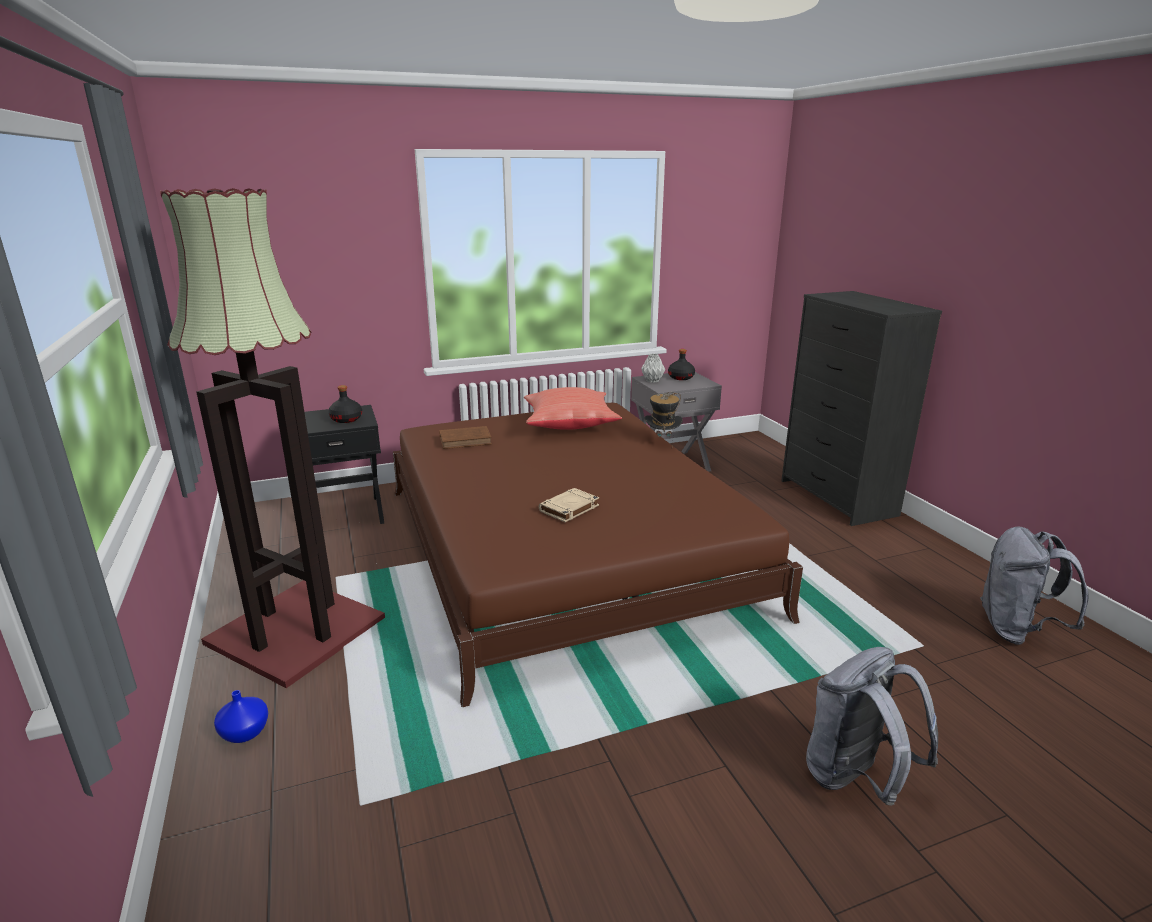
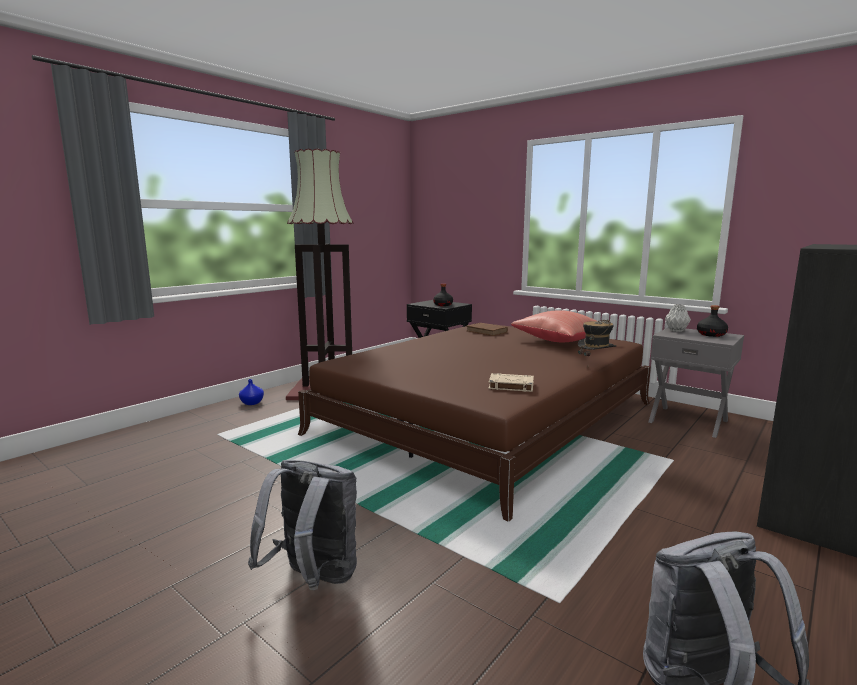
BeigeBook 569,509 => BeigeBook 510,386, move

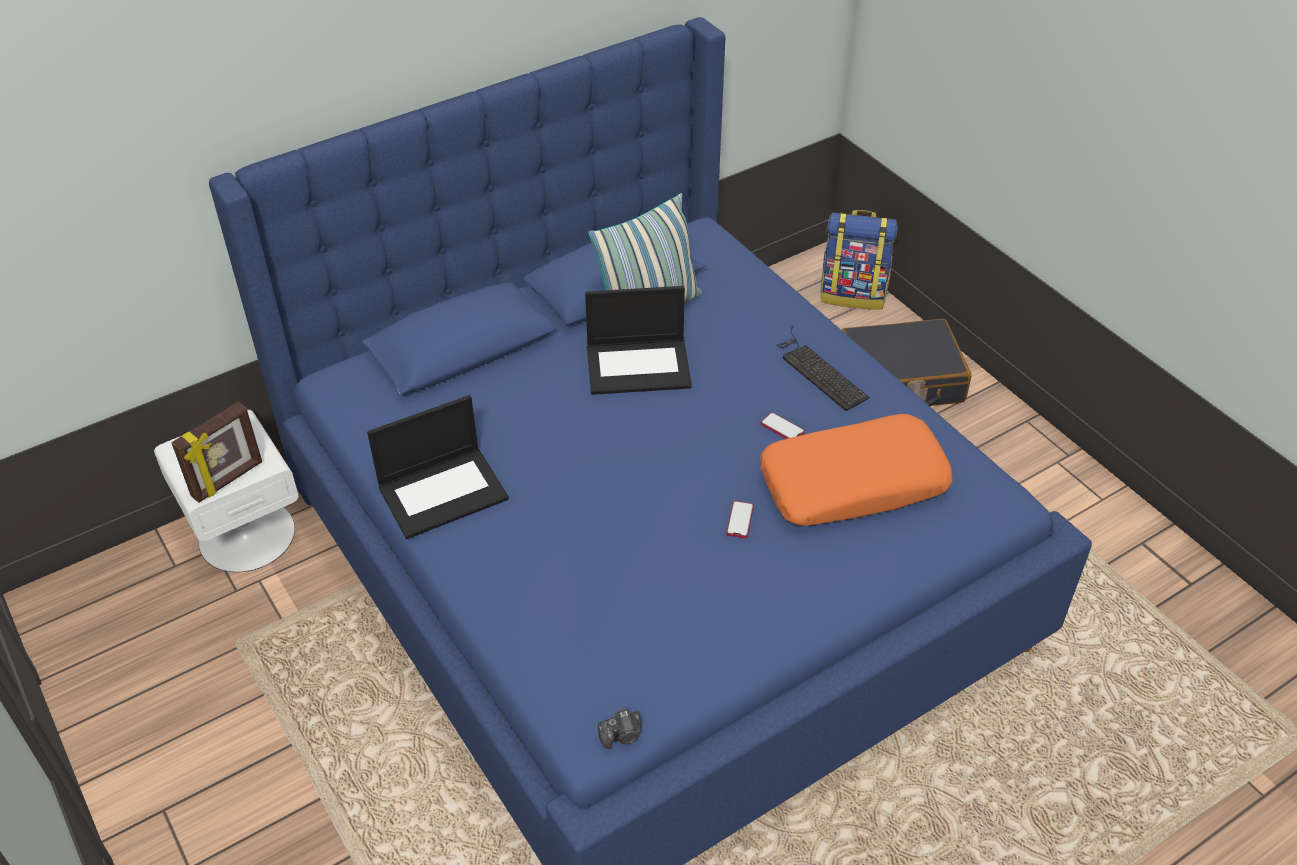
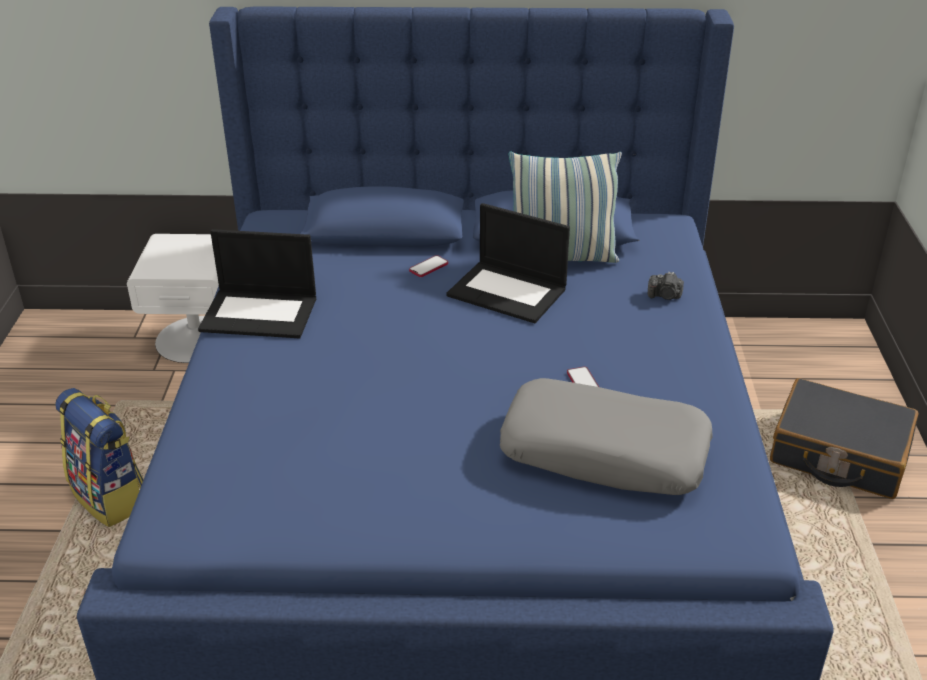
Backpack 853,294 => Backpack 111,497, move
Keyboard 818,370 => nothing
PictureFrame 228,480 => nothing
OrangePillow 853,483 => GreyPillow 604,452
Phone 740,520 => Phone 428,267, move
PhotoCamera 622,735 => PhotoCamera 665,296, move

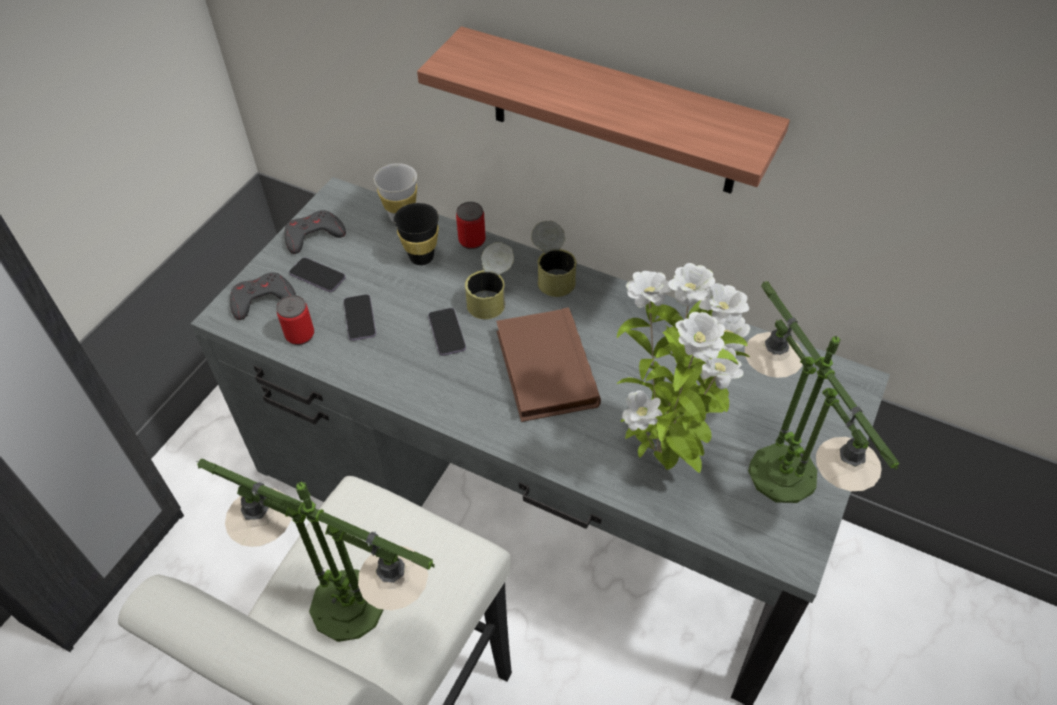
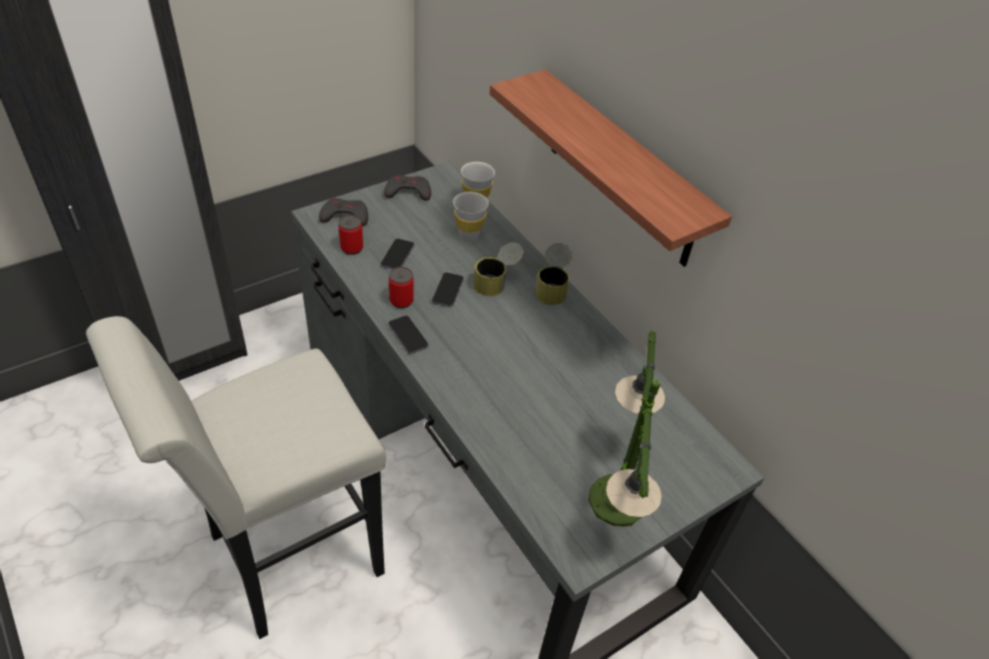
Can 472,240 => Can 401,301, move
BlackCup 421,257 => WhiteCup 469,236
Phone 317,276 => Phone 408,335, move
PottedPlant 662,457 => nothing
BrownBook 543,368 => nothing
TableLamp 346,605 => nothing

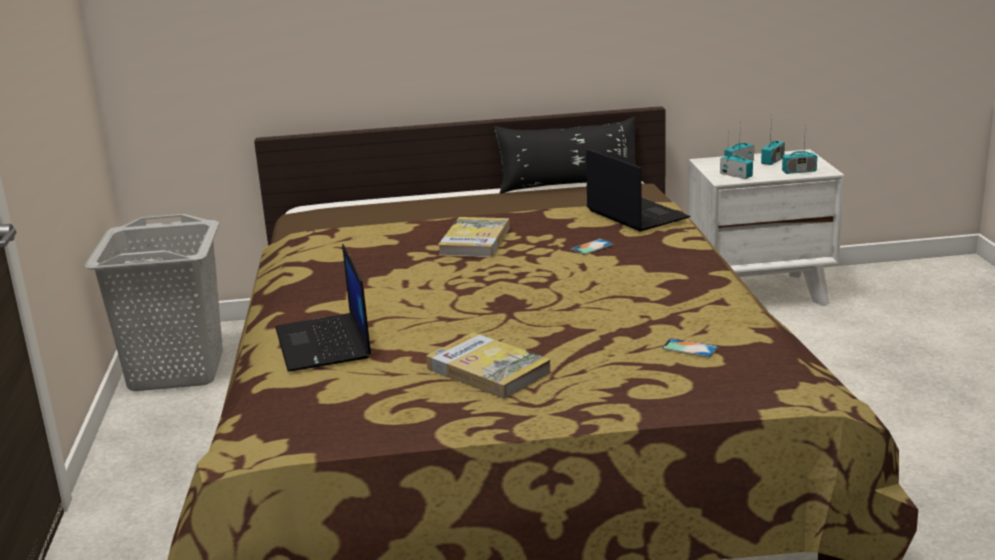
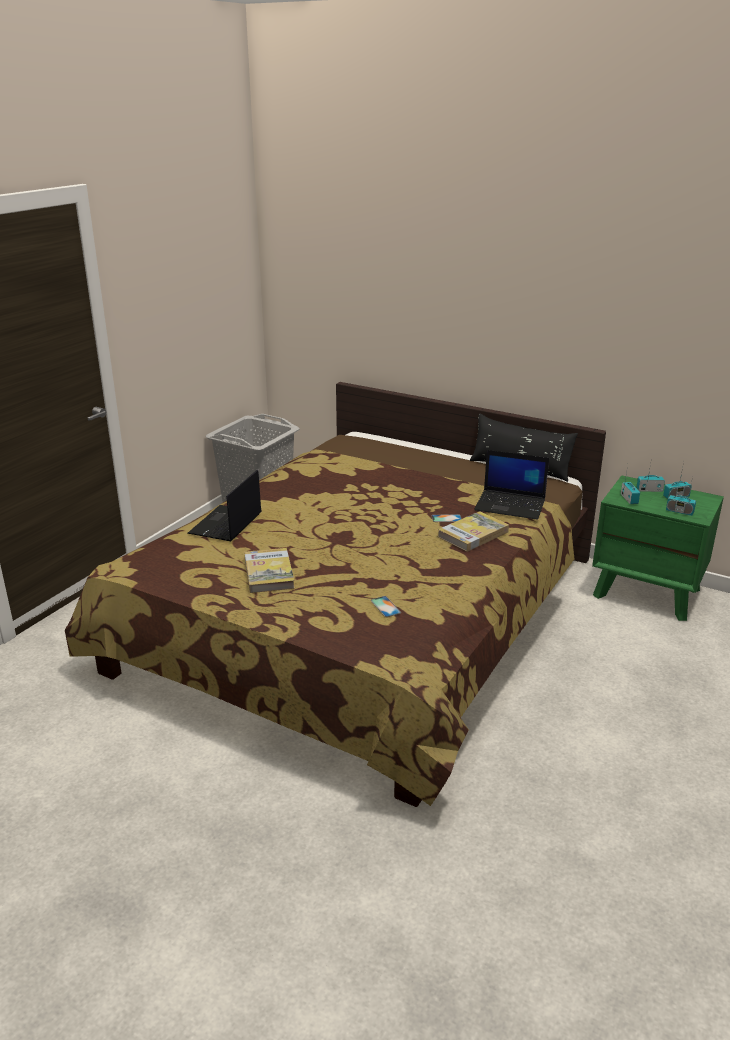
Laptop 635,214 => Laptop 511,505, 105 degrees clockwise
WhiteNightstand 760,293 => GreenNightstand 647,593
Book 475,241 => Book 473,534, move

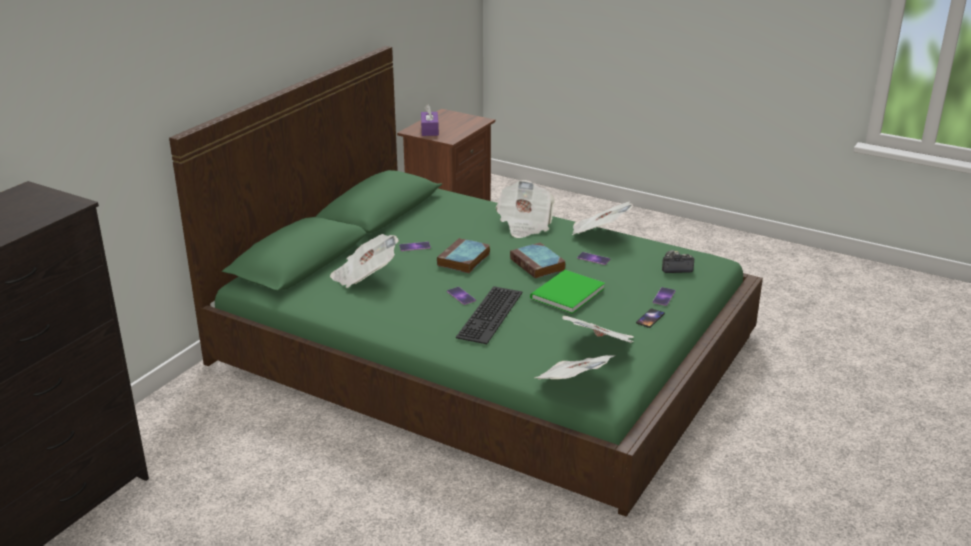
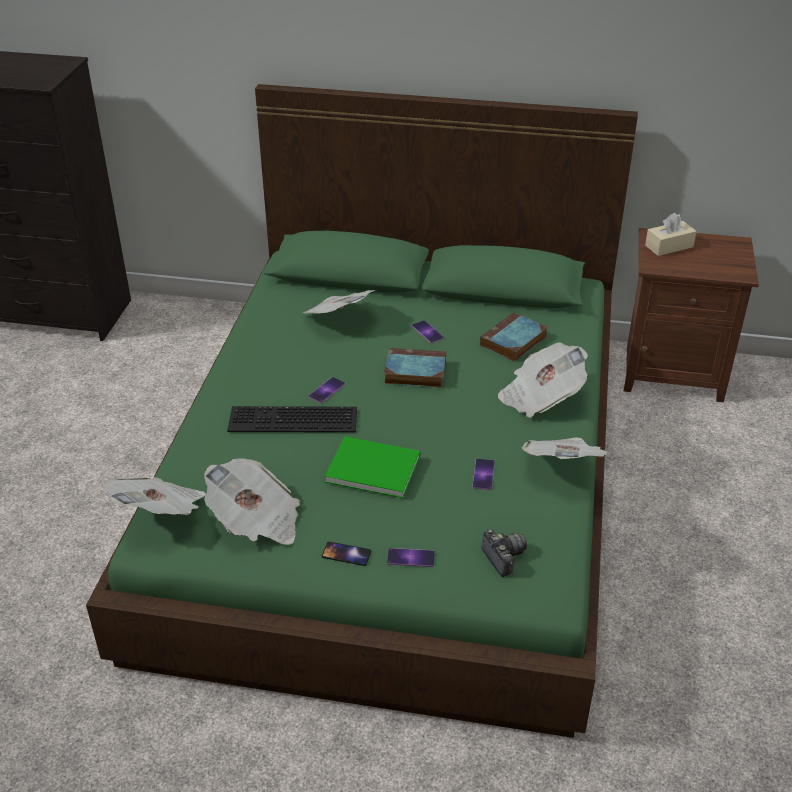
PurpleTissueBox 429,130 => BeigeTissueBox 669,246
Book 538,265 => Book 513,342, move

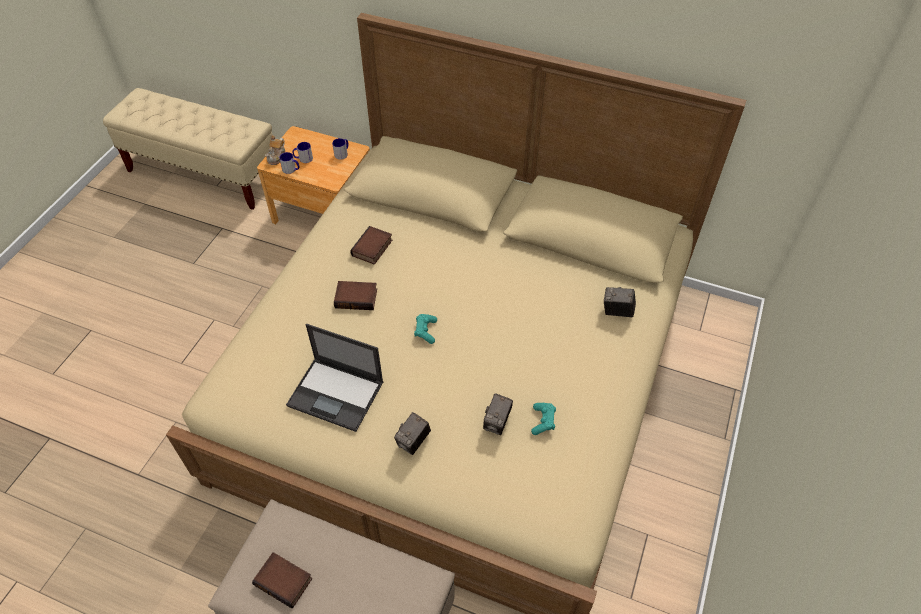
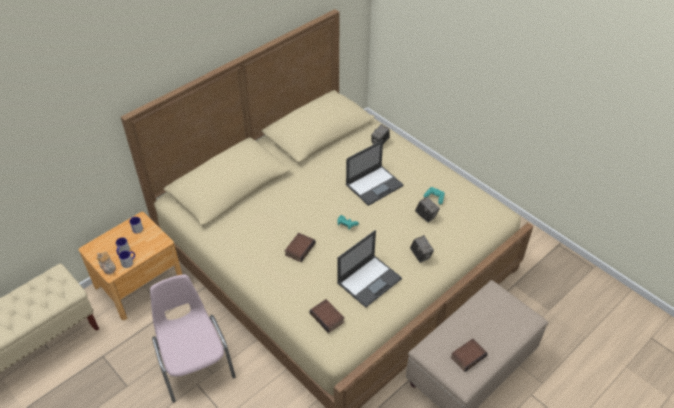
Book 372,249 => Book 328,317, move
nothing => Laptop 374,185
nothing => PinkChair 194,361

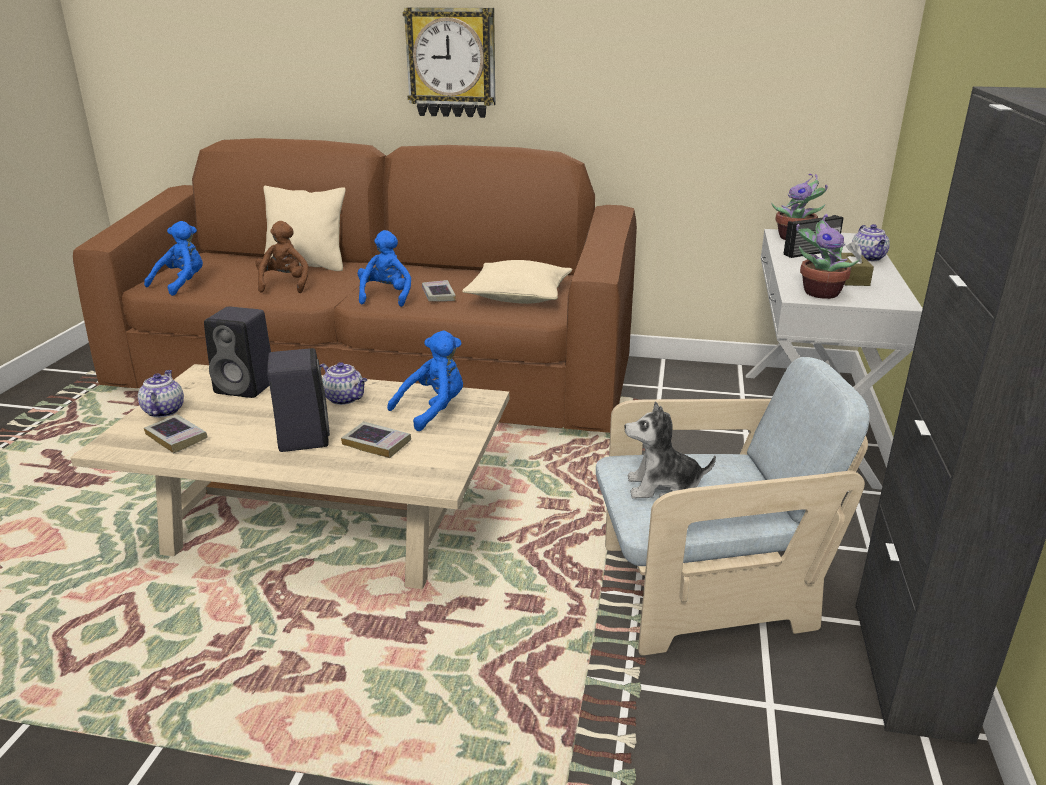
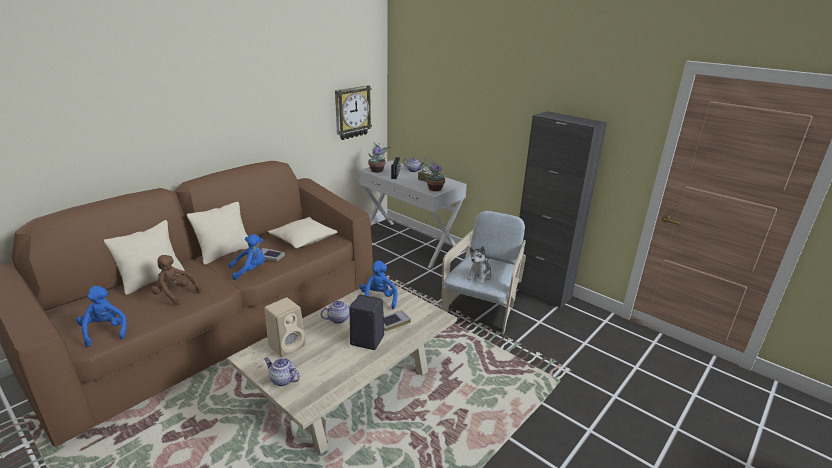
WallClock 451,63 => WallClock 352,112, move
BluePlushToy 386,296 => BluePlushToy 250,270, 120 degrees clockwise
BlackSpeaker 247,387 => BeigeSpeaker 287,345
Book 176,437 => nothing
nothing => BeigePillow 225,253

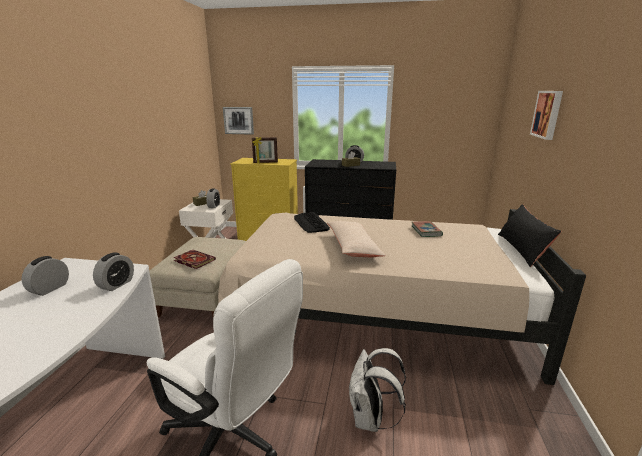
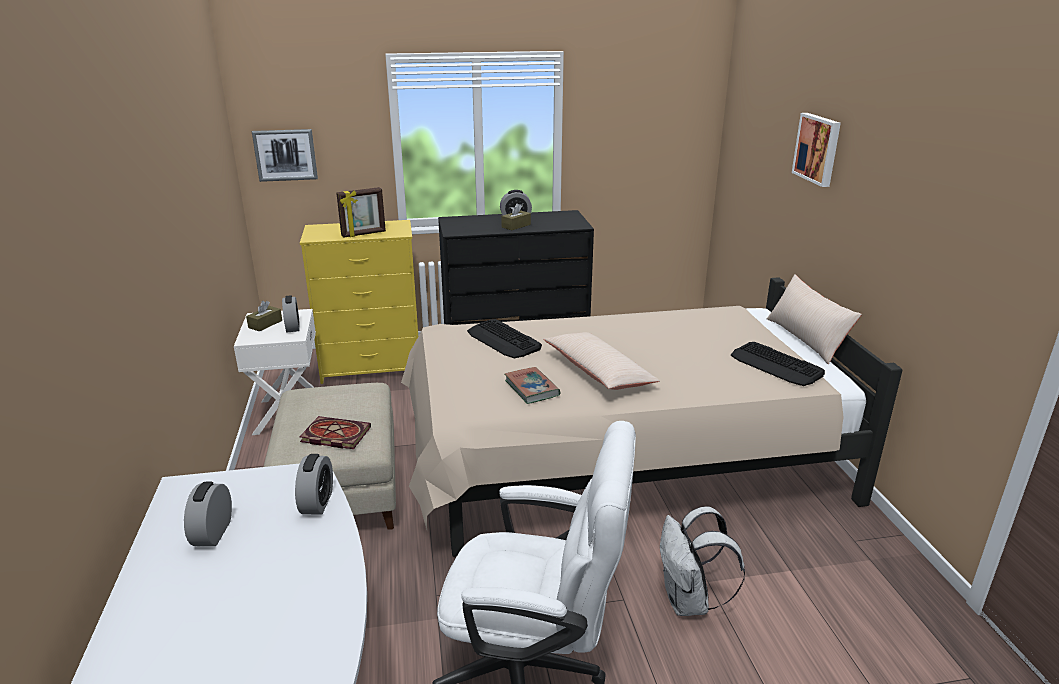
BlackPillow 522,249 => BeigePillow 806,339
Book 426,231 => Book 531,388, move
nothing => Keyboard 776,365

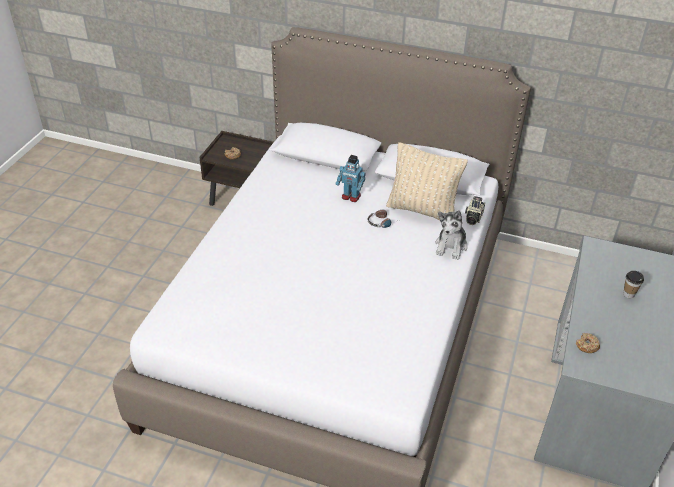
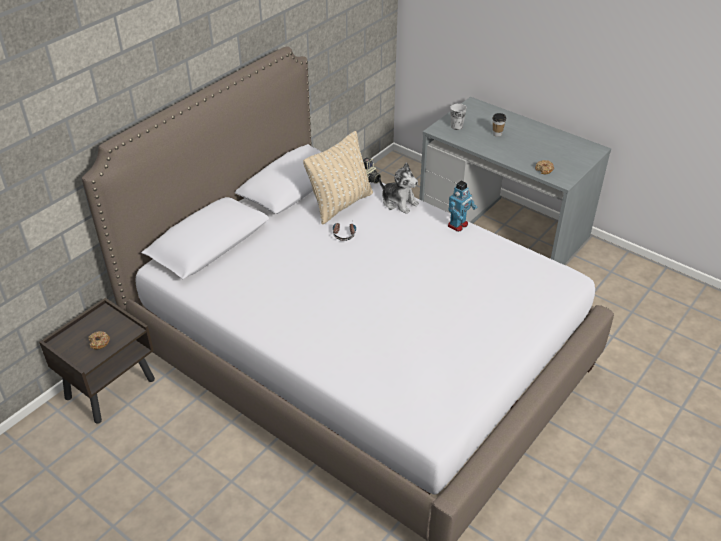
ToyRobot 351,197 => ToyRobot 458,225, move
nothing => Cup 456,126

